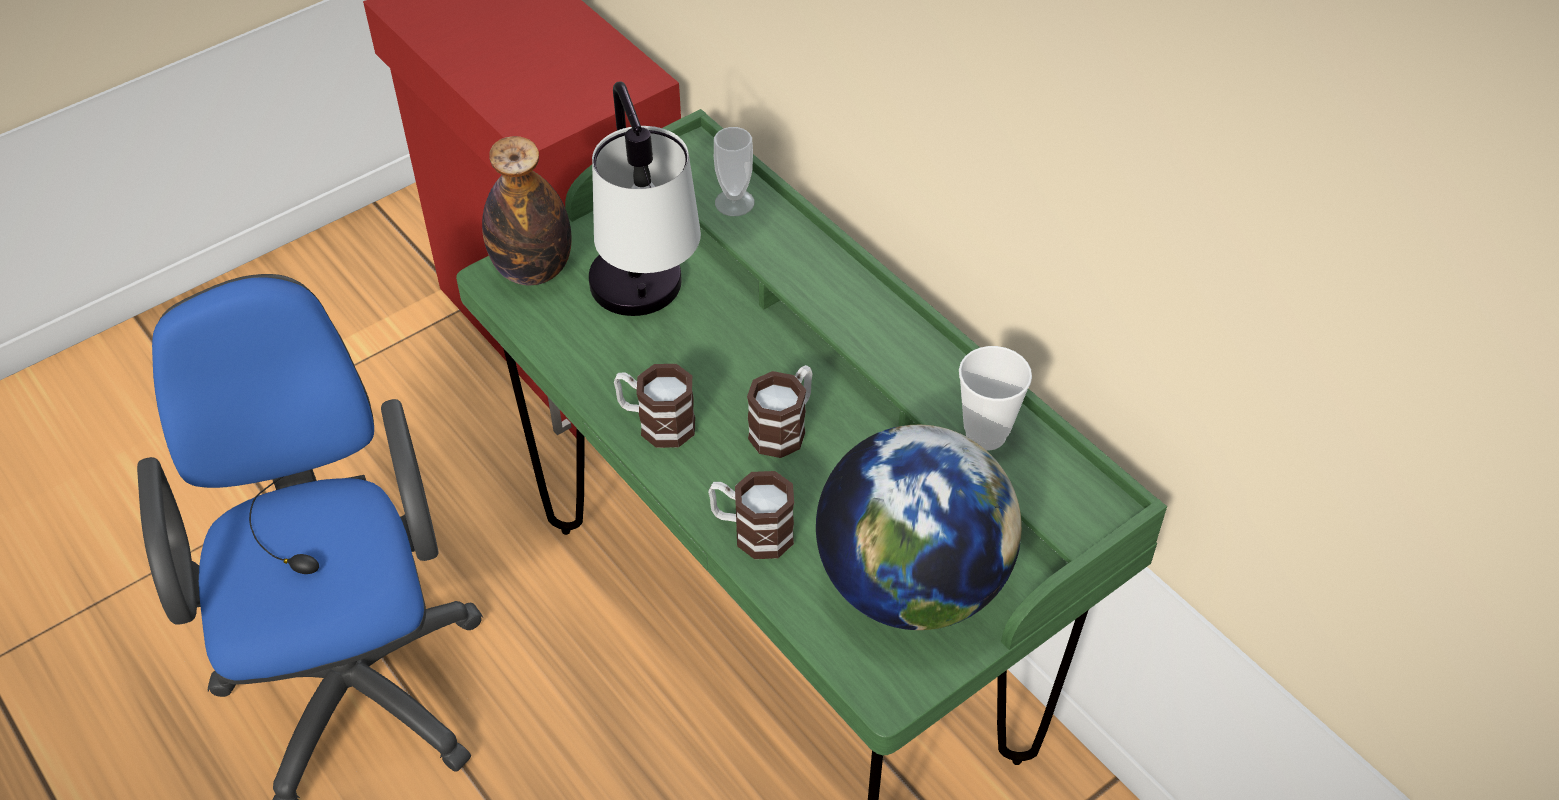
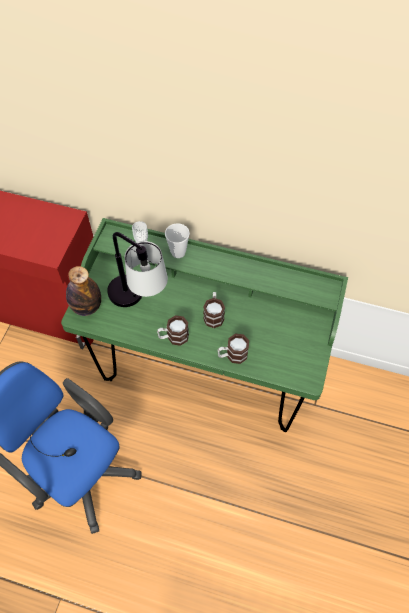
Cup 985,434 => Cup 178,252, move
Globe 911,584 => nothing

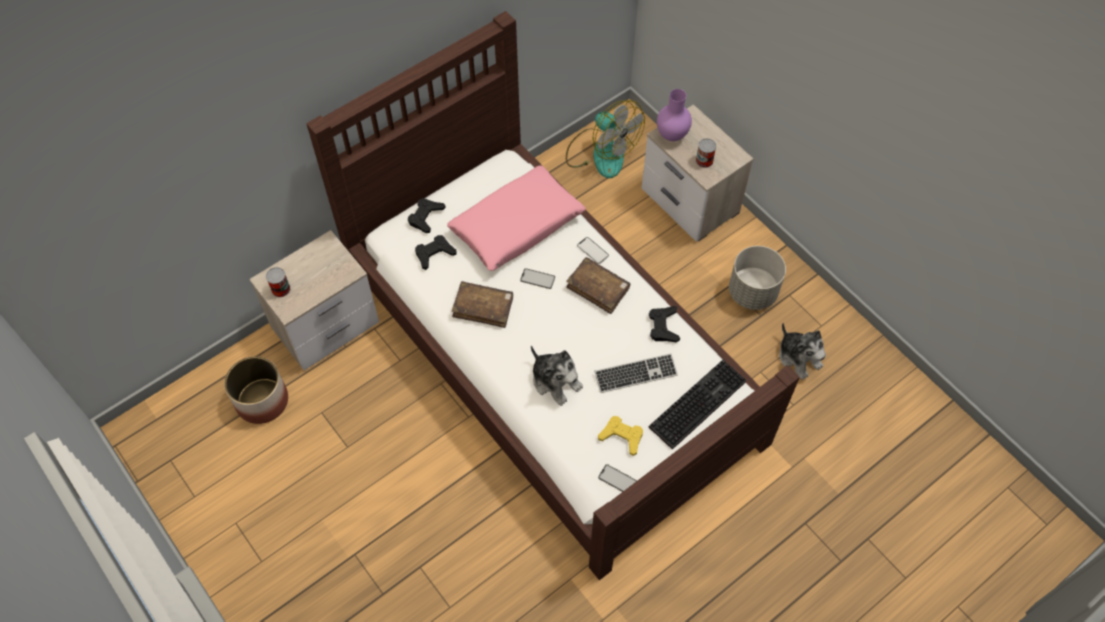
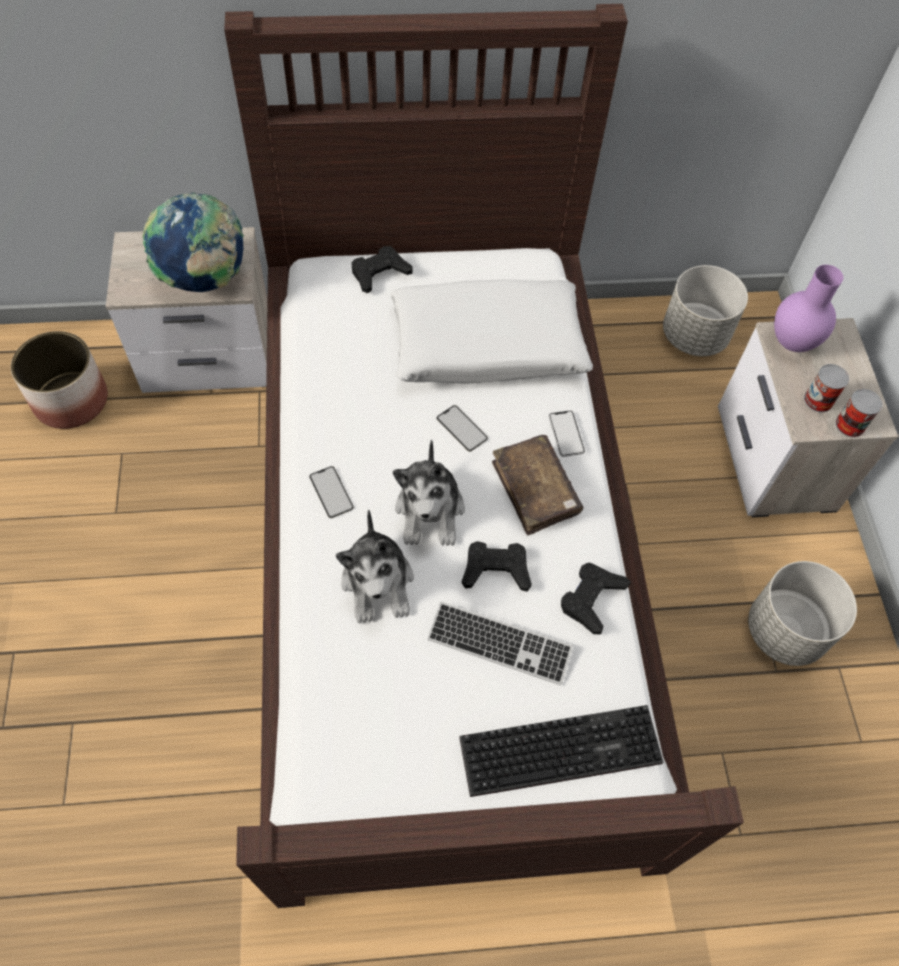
Fan 601,152 => GreyPlanter 695,335
PinkPillow 517,226 => WhitePillow 487,346
BlackGameController 434,254 => BlackGameController 496,569, move
Can 281,289 => Can 850,425, move
BrownBook 483,308 => nothing
PlushToy 799,357 => PlushToy 430,511, move
YellowGameController 621,436 => nothing
Phone 617,479 => Phone 331,492, move
nothing => Globe 205,279

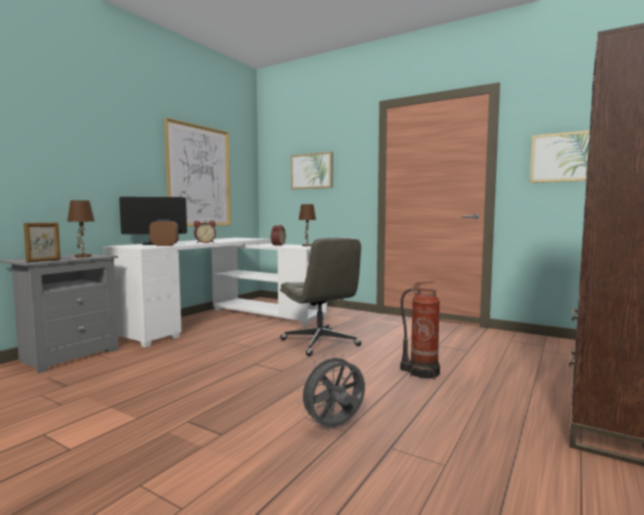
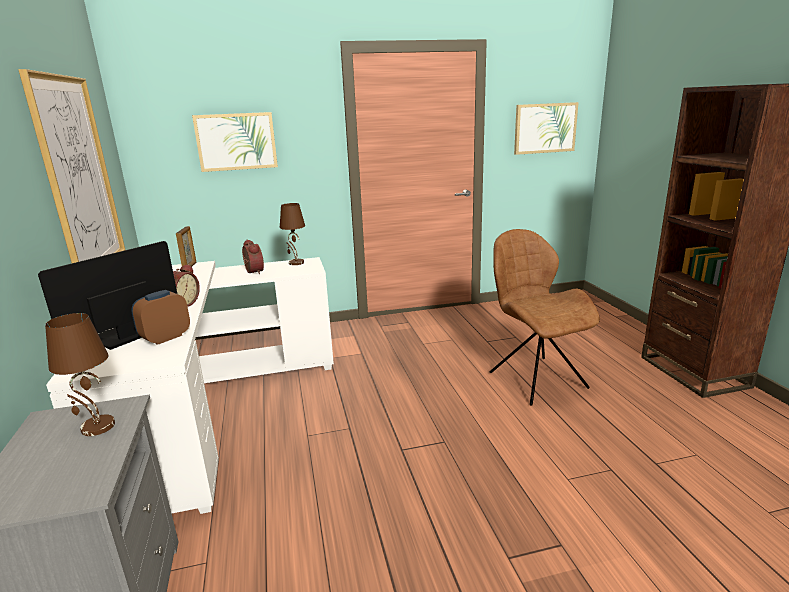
PictureFrame 44,261 => PictureFrame 190,267, move
GreyOfficeChair 320,343 => nothing
FireExtinguisher 422,372 => BrownChair 535,378
GreyFan 334,427 => nothing

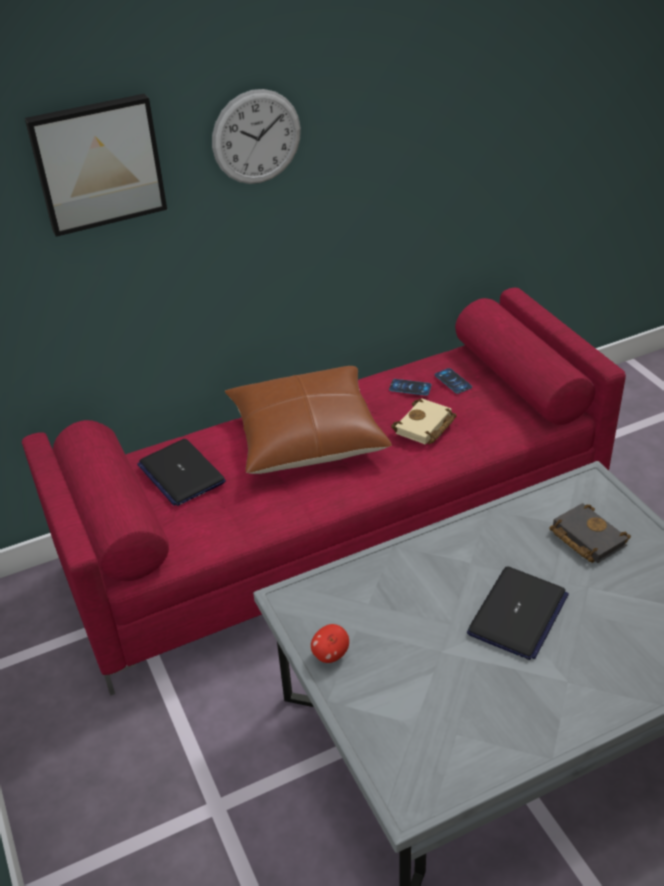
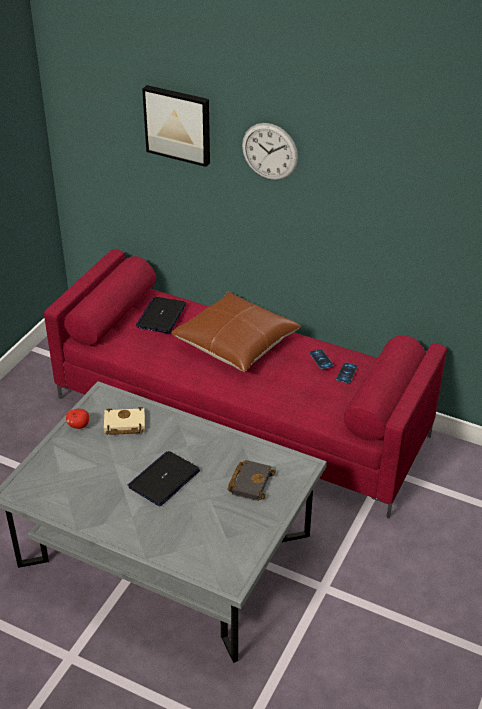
BeigeBook 425,427 => BeigeBook 123,425, move
Laptop 517,614 => Laptop 164,479, 135 degrees clockwise

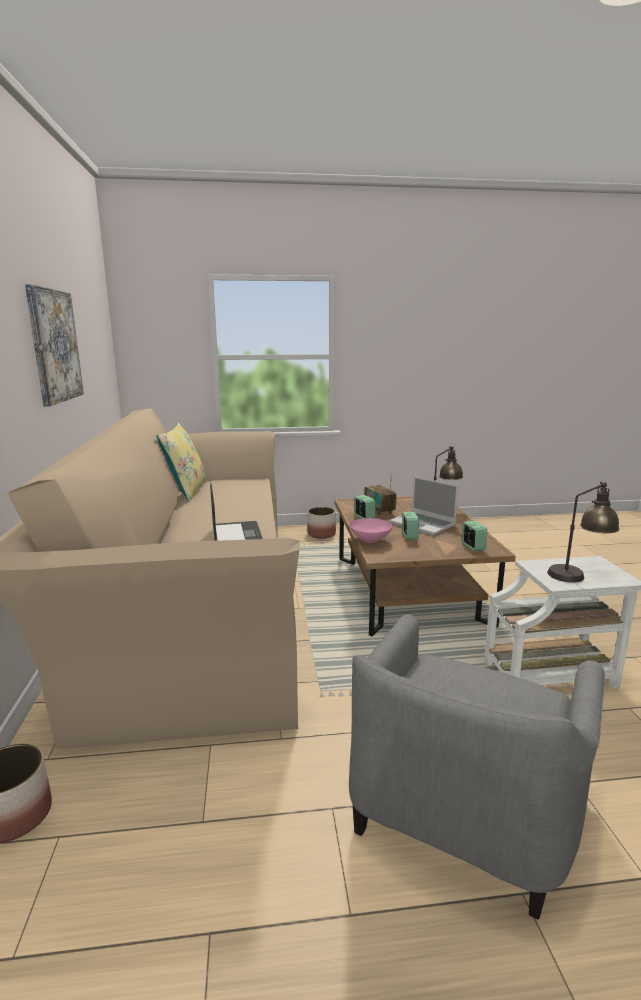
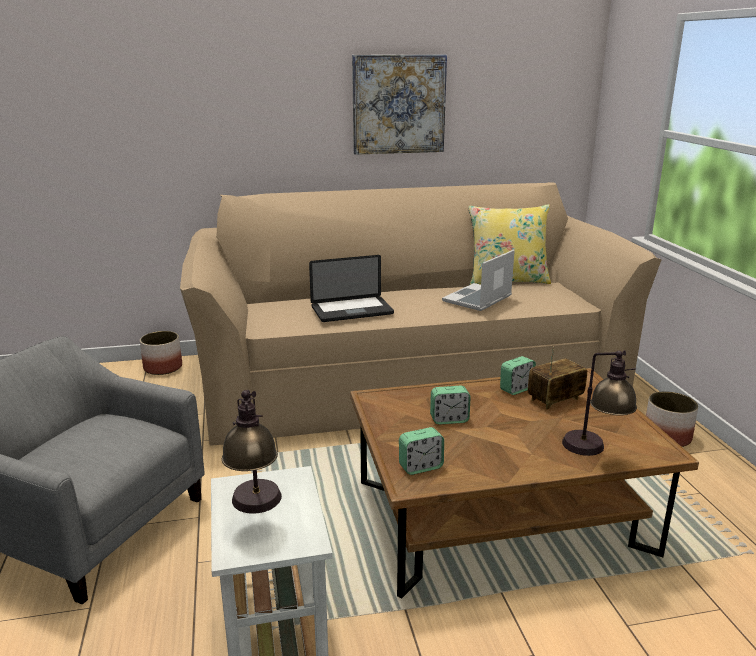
Laptop 424,524 => Laptop 477,299, move
PinkBowl 369,540 => nothing

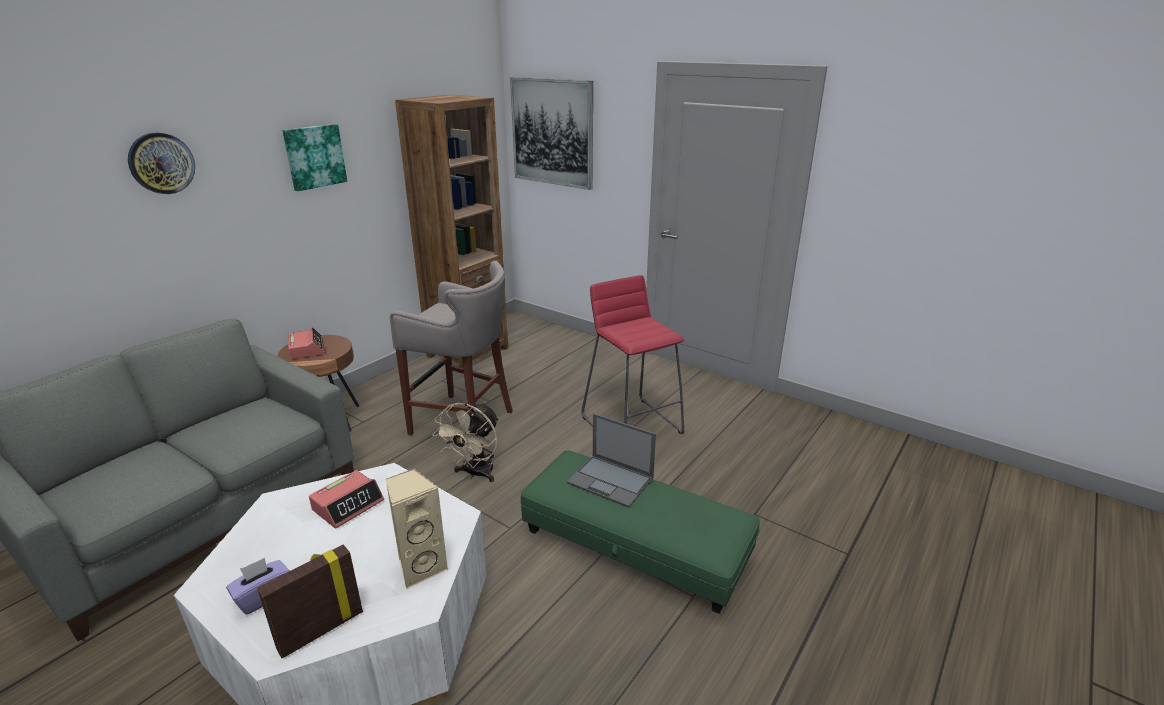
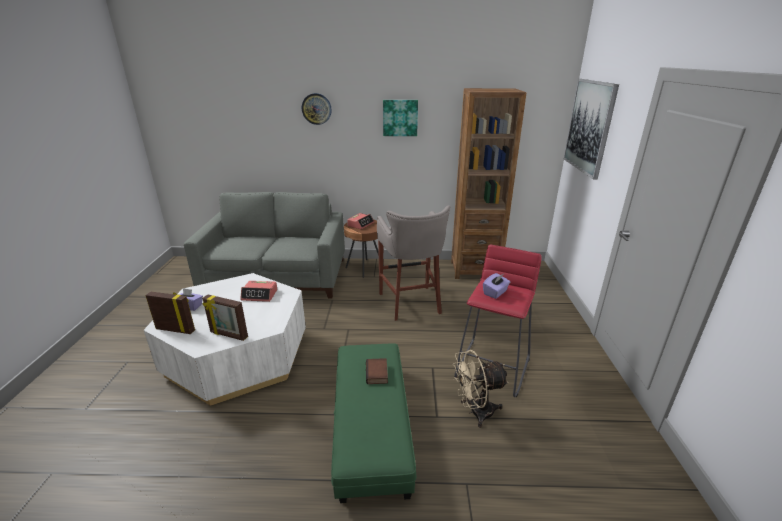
BeigeFan 475,474 => BeigeFan 475,412, move
Laptop 611,481 => Book 377,374
BeigeSpeaker 421,567 => PictureFrame 228,335
nothing => PurpleTissueBox 495,293

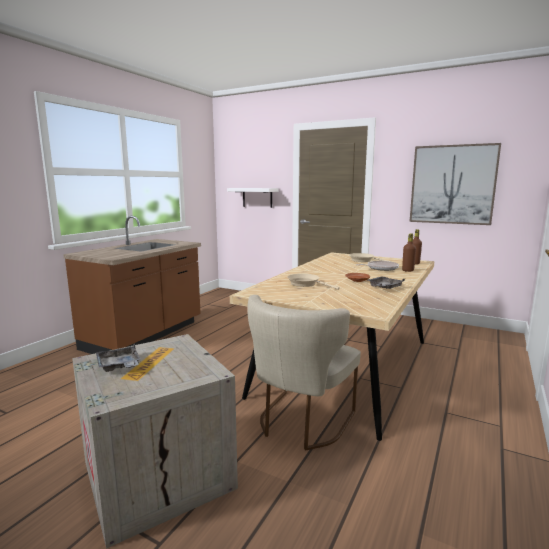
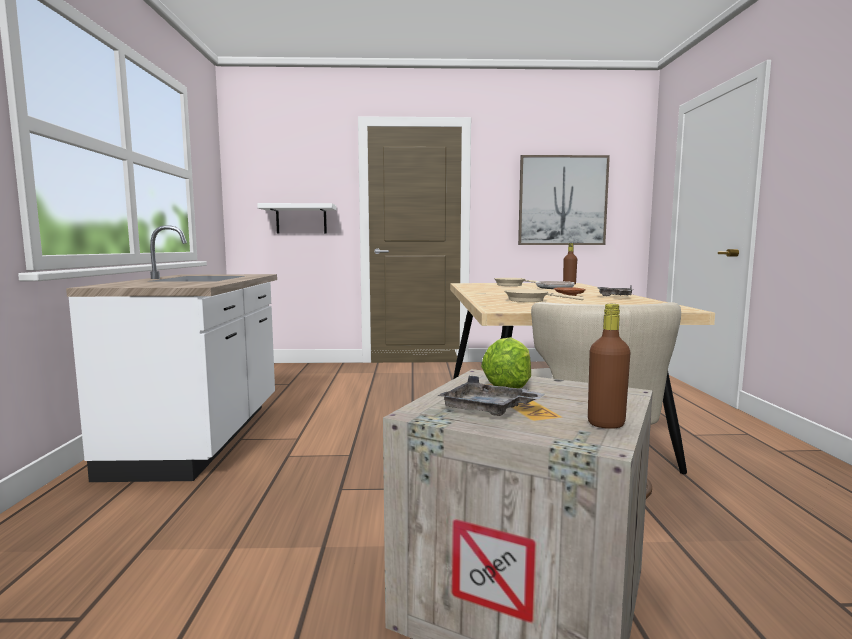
BrownCounter 145,335 => WhiteCounter 202,437
BrownBottle 408,270 => BrownBottle 606,424, move
nothing => Lettuce 509,385

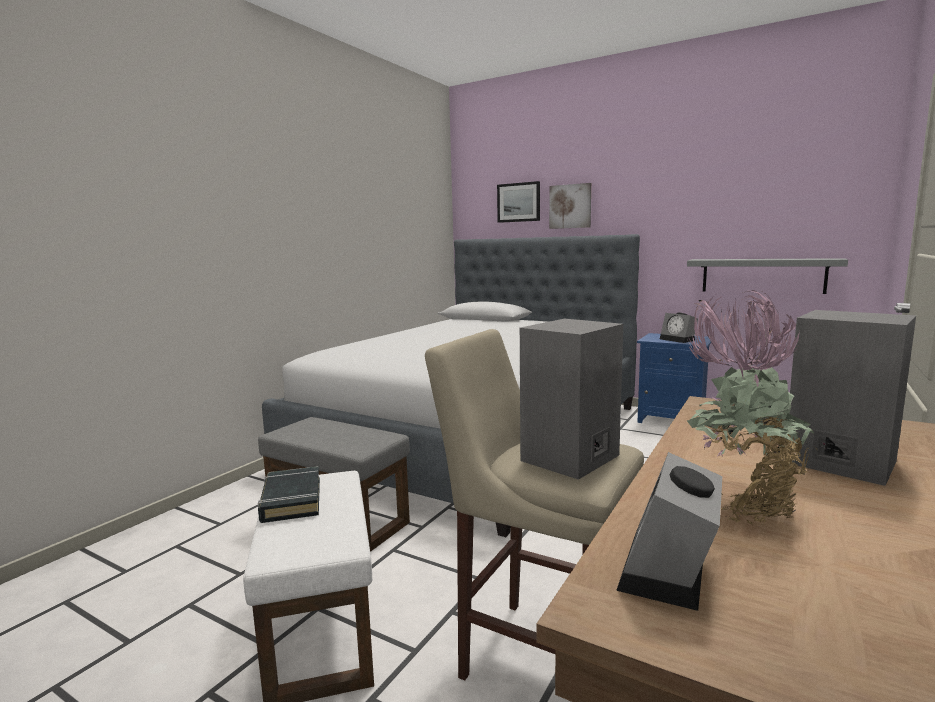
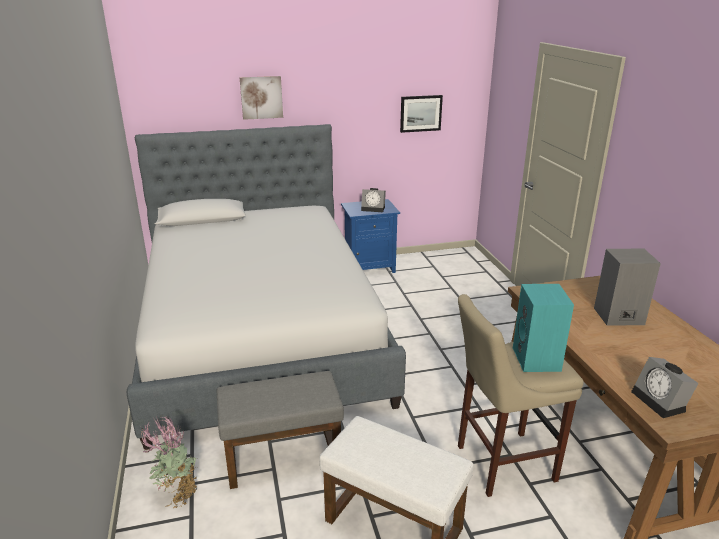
Picture 518,202 => Picture 420,113, move
GreyShelf 762,275 => nothing
PottedPlant 741,506 => PottedPlant 177,494, move
GreySpeaker 570,459 => TurquoiseSpeaker 537,360
BlackBook 291,500 => nothing

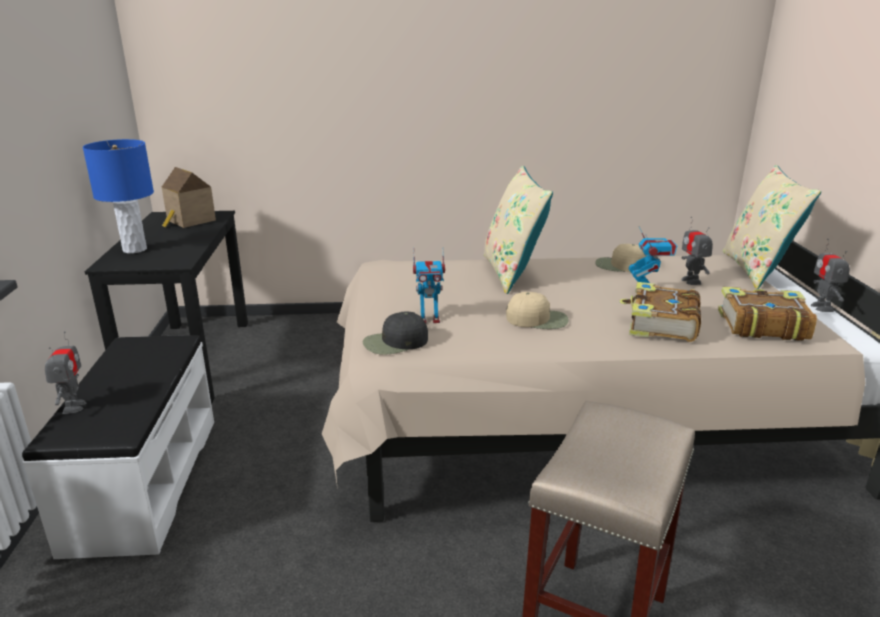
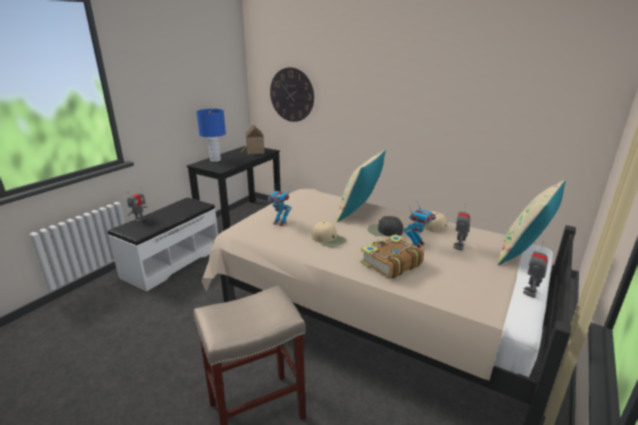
Book 761,325 => nothing
BlackCap 395,342 => BlackCap 384,231, move
nothing => WallClock 292,95

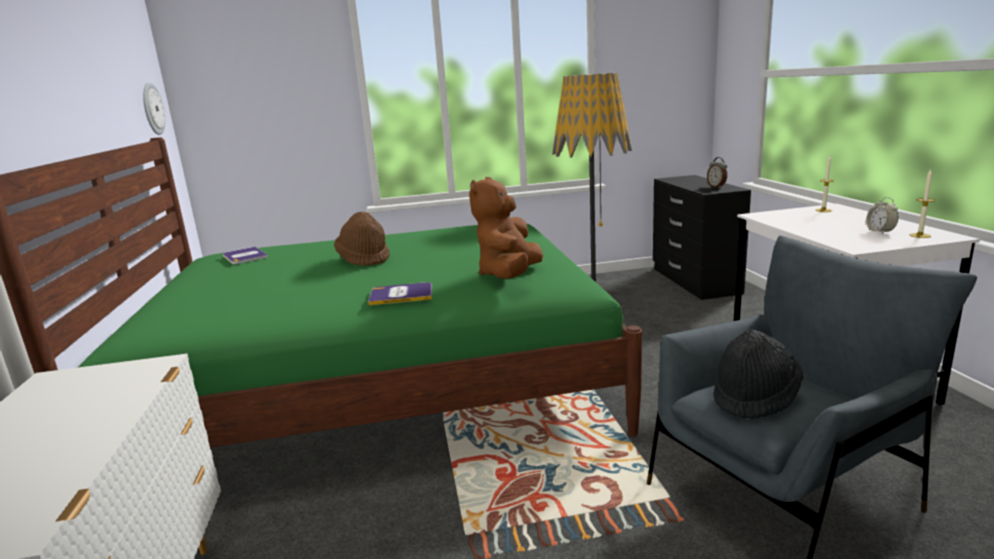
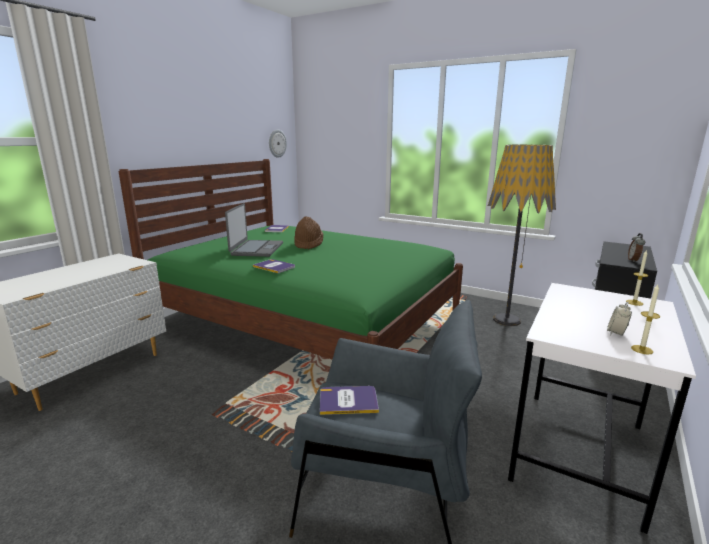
BrownPlushToy 509,275 => nothing
BlackHat 755,398 => Book 348,401
nothing => Laptop 256,249

